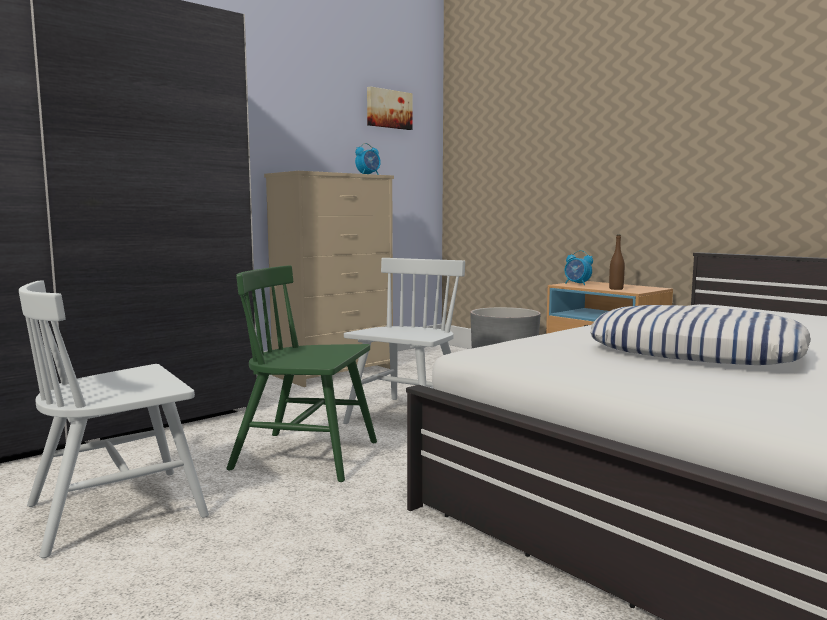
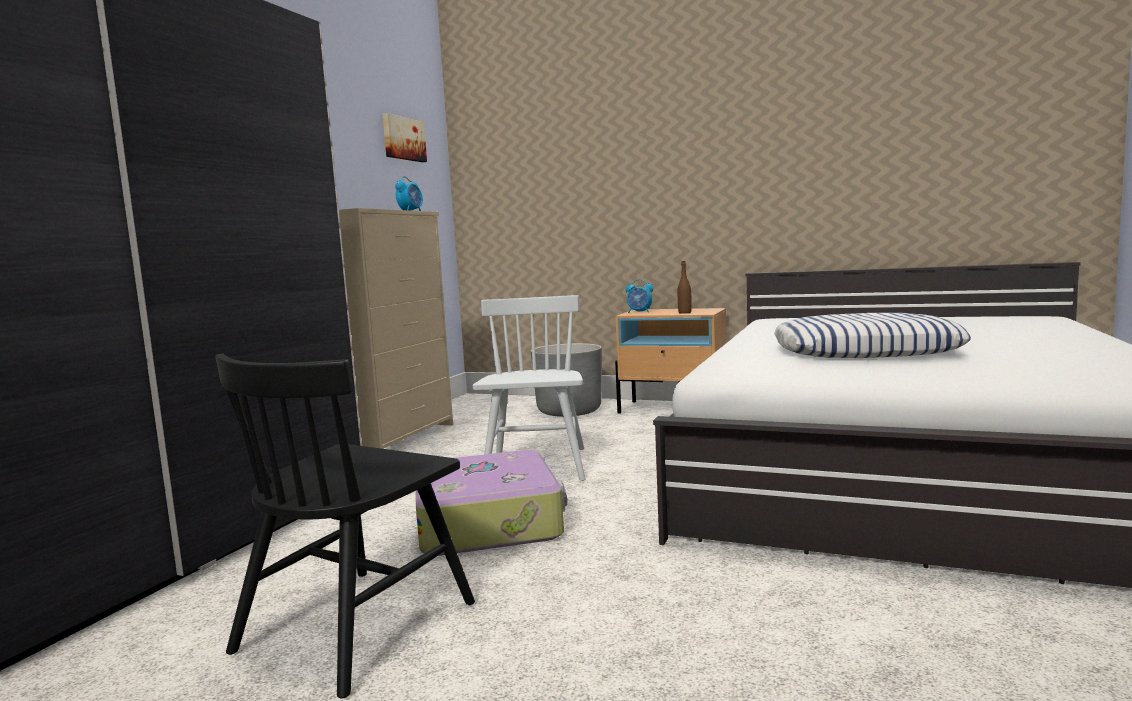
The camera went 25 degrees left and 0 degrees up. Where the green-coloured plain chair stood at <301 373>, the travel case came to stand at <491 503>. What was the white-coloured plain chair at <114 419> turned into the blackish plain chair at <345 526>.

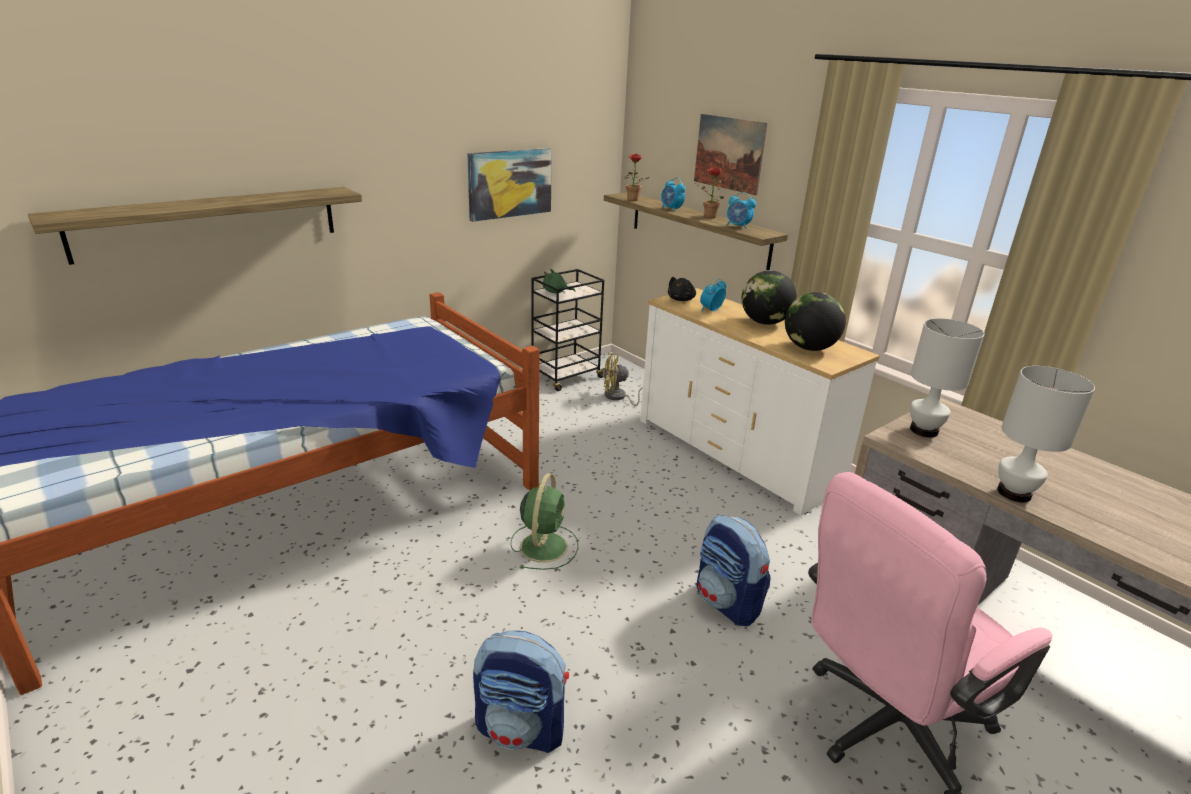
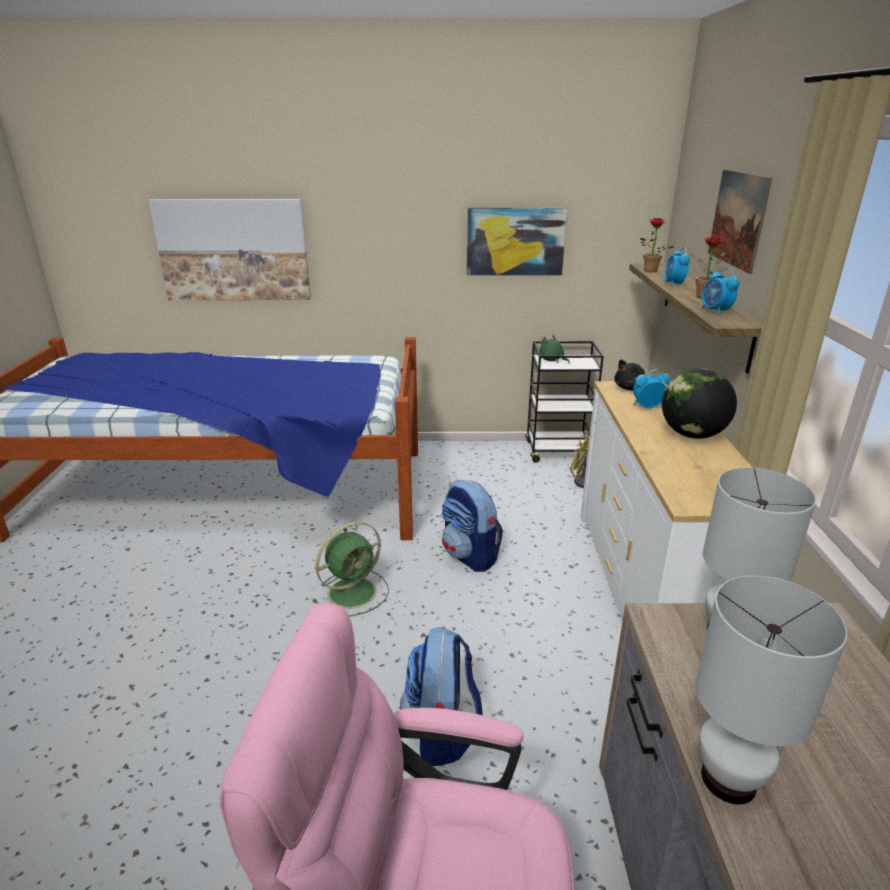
The camera went 40 degrees right and 0 degrees up. The second view lost the world globe at <815 321>. The backpack ended up elsewhere, having gone from <521 692> to <472 526>. Where the wall shelf hung at <195 226>, the wall picture came to hang at <230 249>.

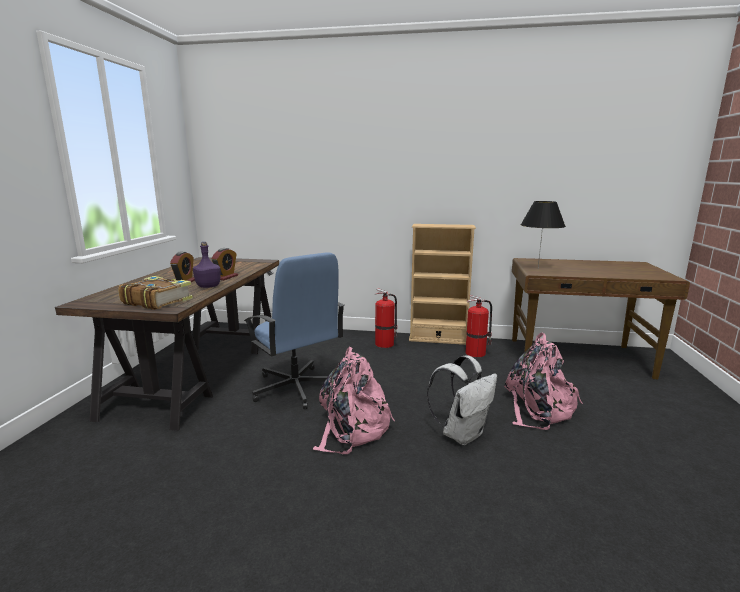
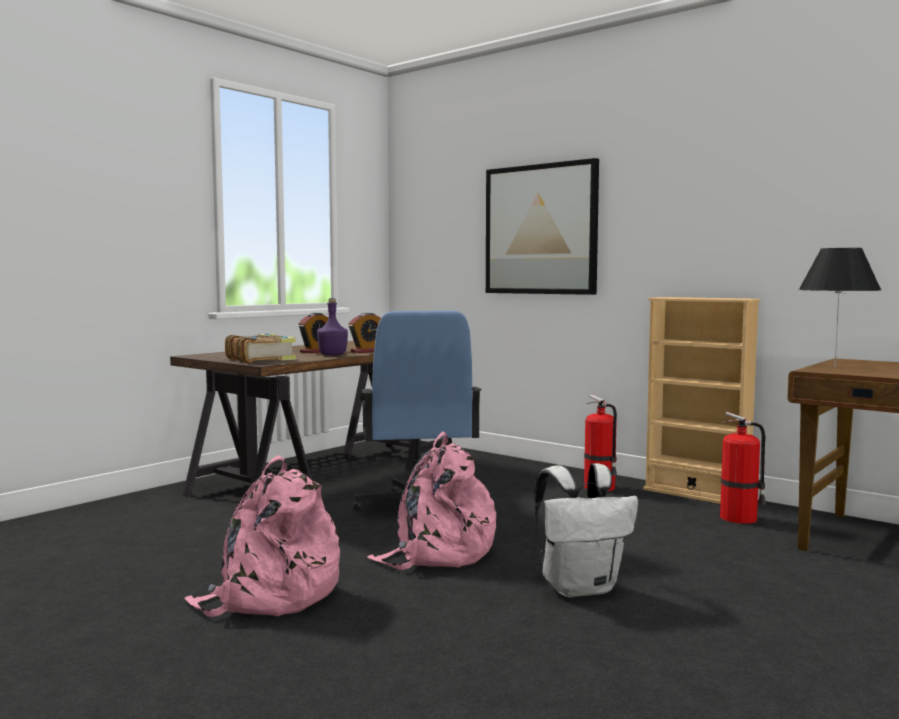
The camera went 30 degrees right and 10 degrees down. The second view gained the wall picture at <542 226>. The pink-coloured backpack ended up elsewhere, having gone from <543 381> to <262 536>.

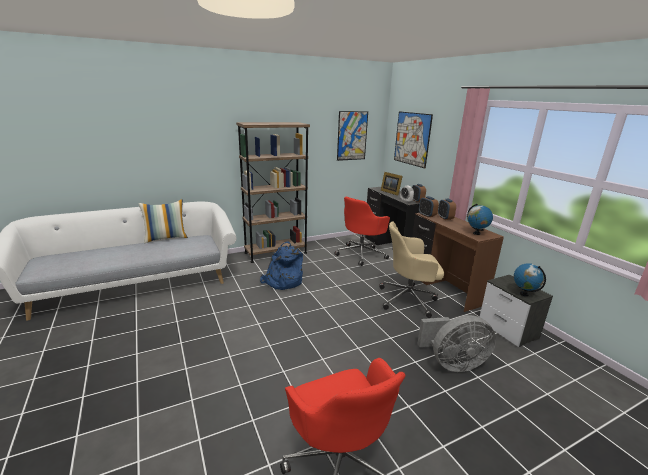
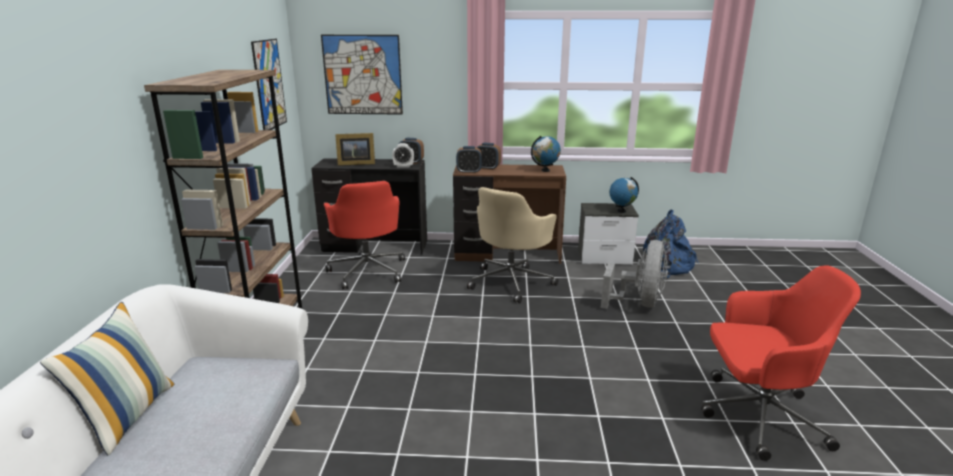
The camera went 60 degrees left and 0 degrees up. The blue backpack ended up elsewhere, having gone from <281 265> to <671 243>.

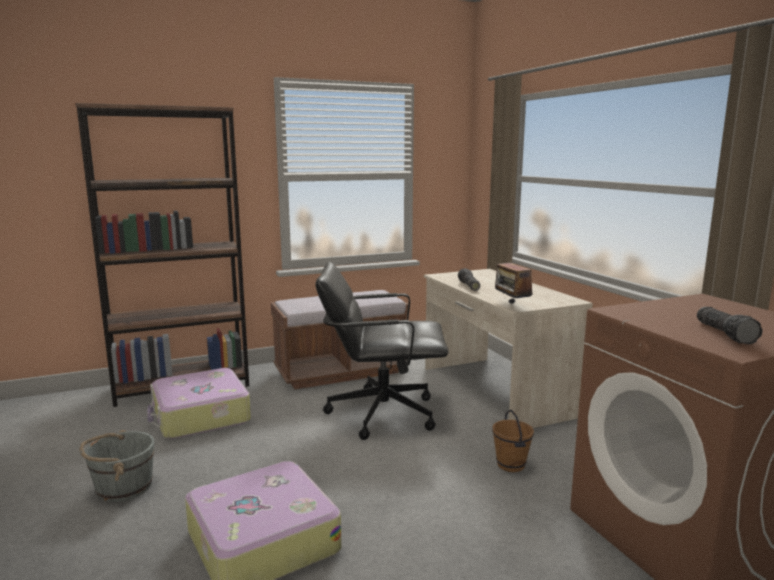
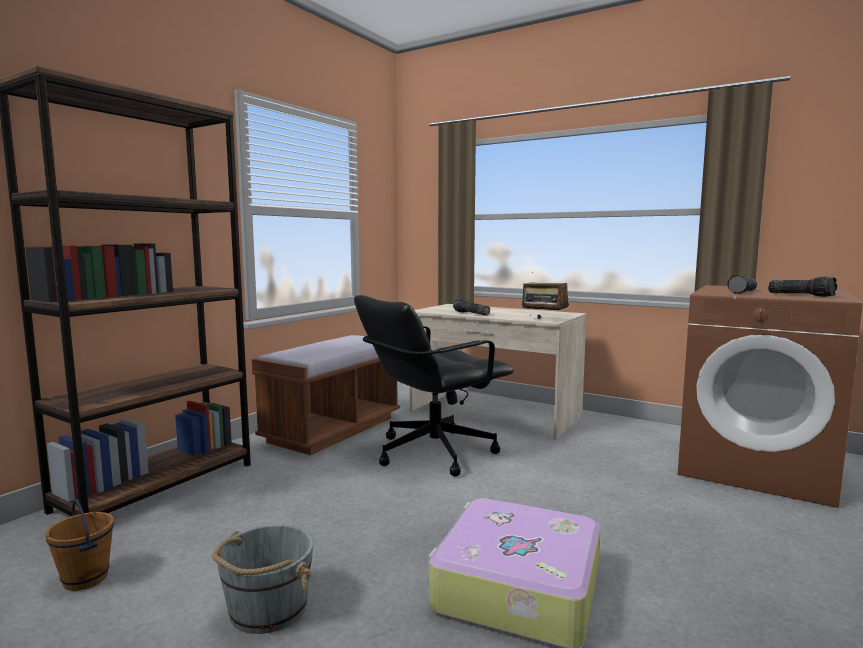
The camera went 35 degrees left and 5 degrees down. The second view lost the travel case at <199 403>. The second view gained the flashlight at <742 284>. The brownish water bucket ended up elsewhere, having gone from <513 441> to <79 545>.

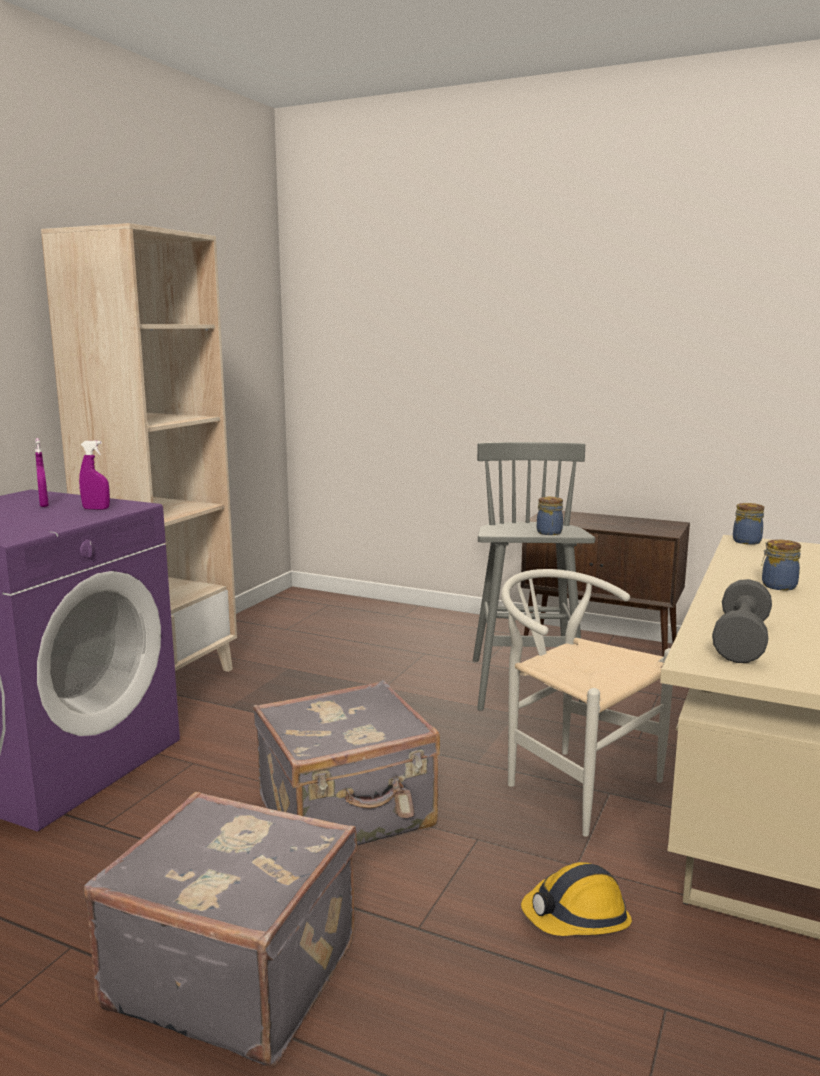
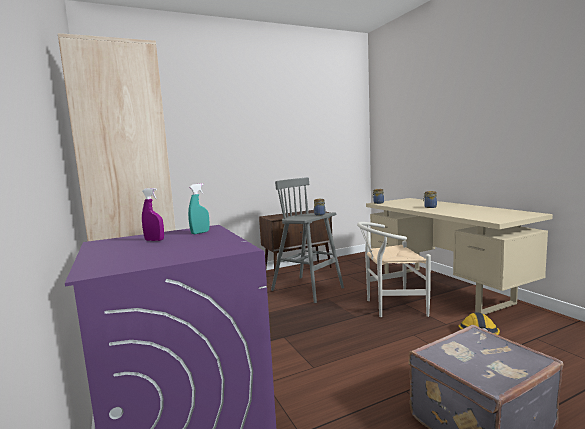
The camera went 50 degrees left and 5 degrees down. The second view lost the gray travel case at <346 763>. The second view lost the gray hand weight at <742 621>. What was the purplish sprayer at <94 475> turned into the turquoise sprayer at <198 208>.

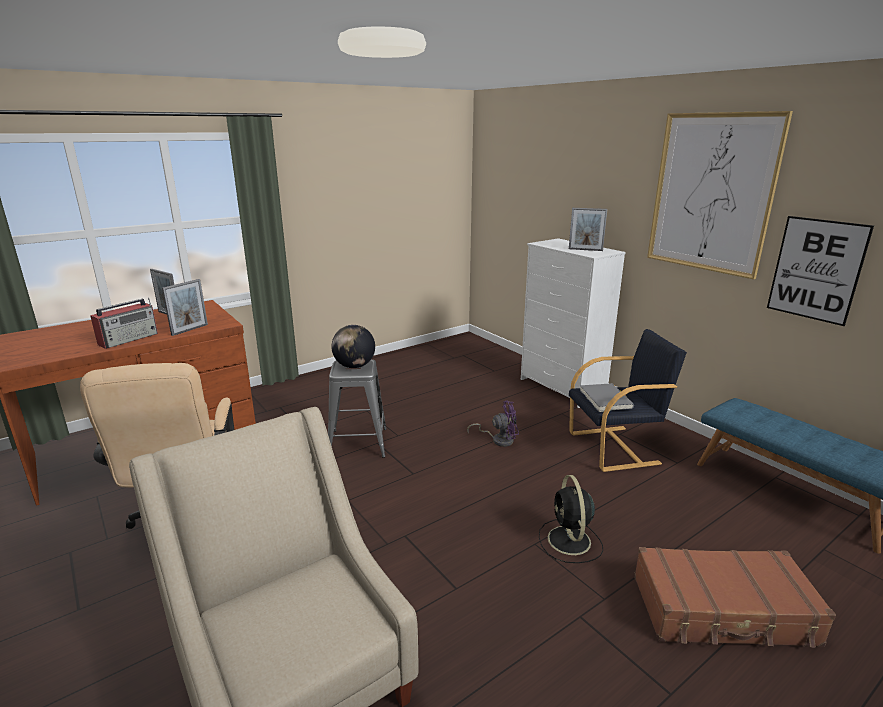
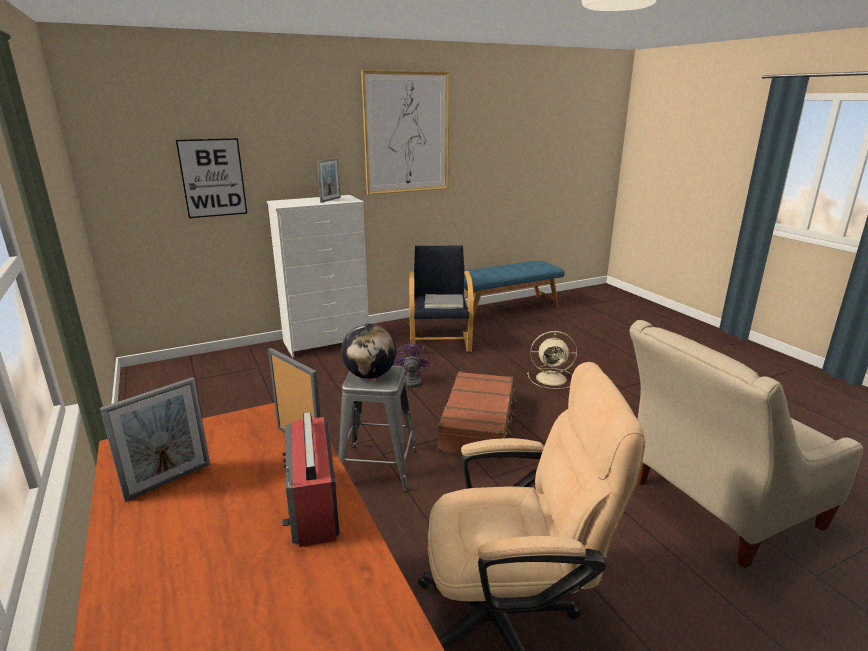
The camera went 80 degrees left and 0 degrees up. The brownish travel case ended up elsewhere, having gone from <735 597> to <477 415>. The wall picture ended up elsewhere, having gone from <820 271> to <211 178>. What was the blackish fan at <571 519> turned into the beige-coloured fan at <552 360>. The radio receiver at <124 323> ended up facing another way, 150 degrees counterclockwise from before.

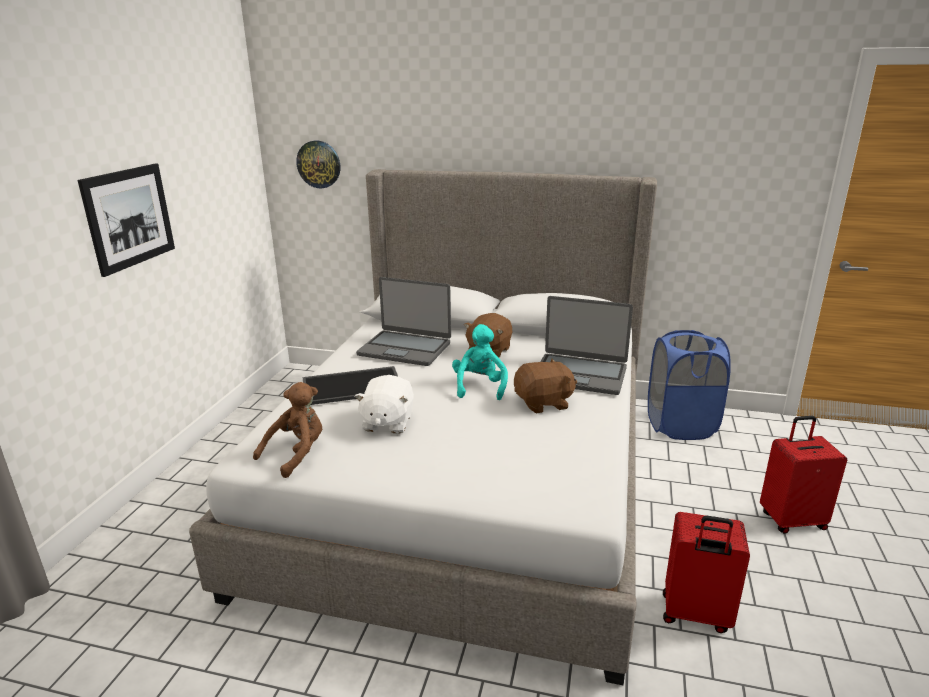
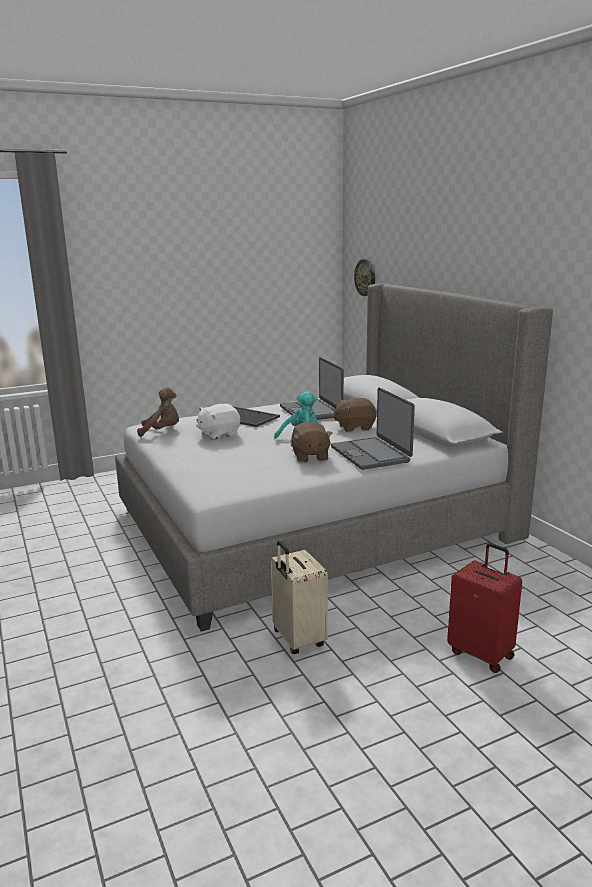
The camera went 50 degrees right and 5 degrees down. The second view lost the wall picture at <126 220>. The second view lost the blue hamper at <689 385>. What was the red-coloured travel case at <706 572> turned into the beige-coloured travel case at <299 597>. The brownish plush toy at <545 386> ended up facing another way, 45 degrees clockwise from before.

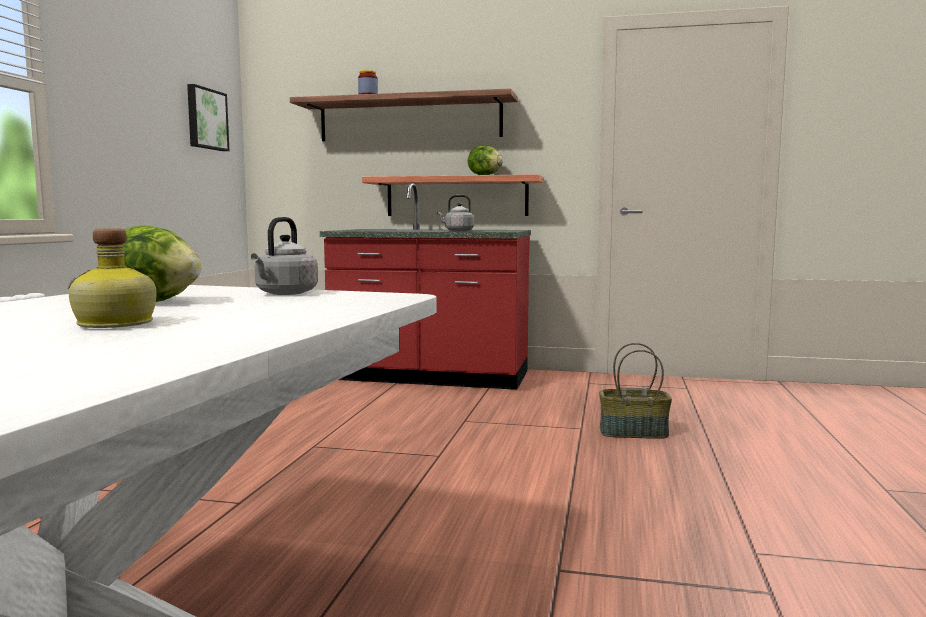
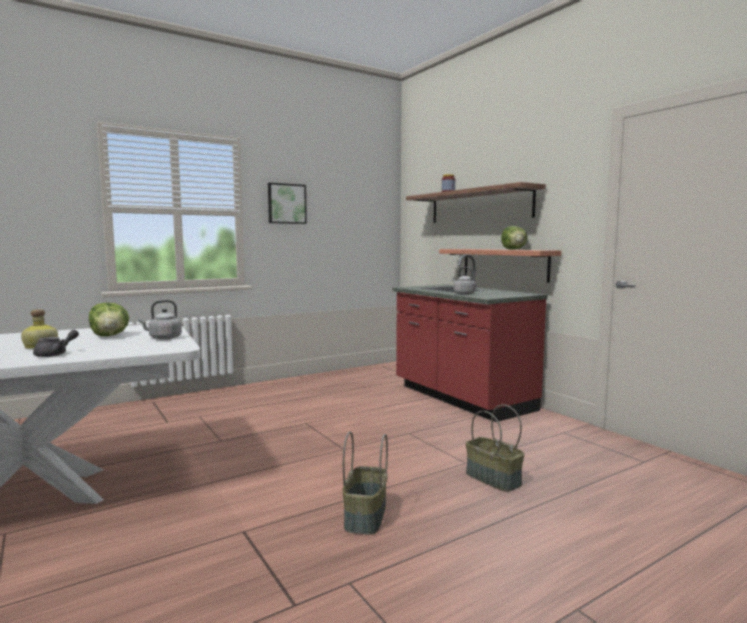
The camera went 45 degrees right and 0 degrees up. The second view gained the gray pot for tea at <56 343>. The second view gained the storage basket at <365 483>. The wall picture ended up elsewhere, having gone from <208 117> to <287 203>.

